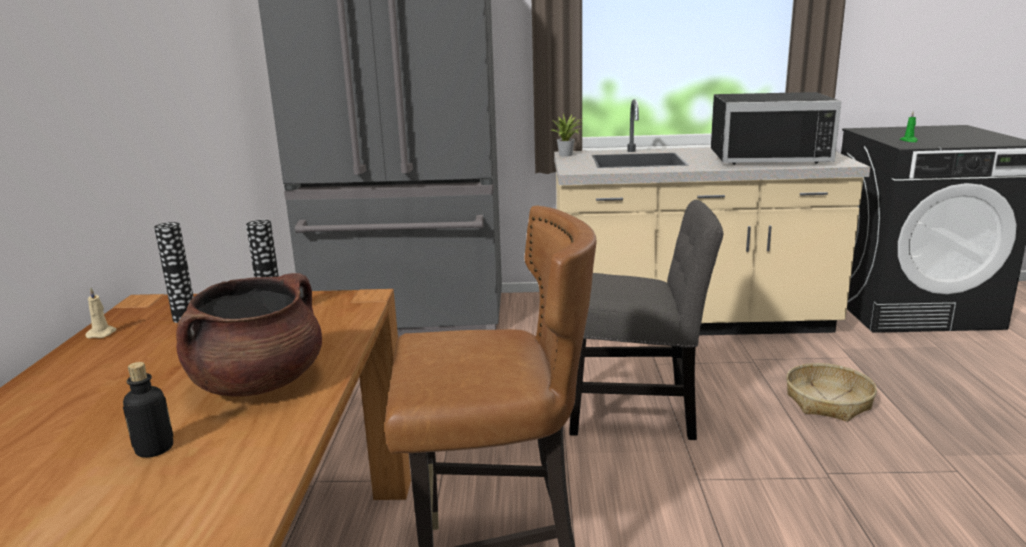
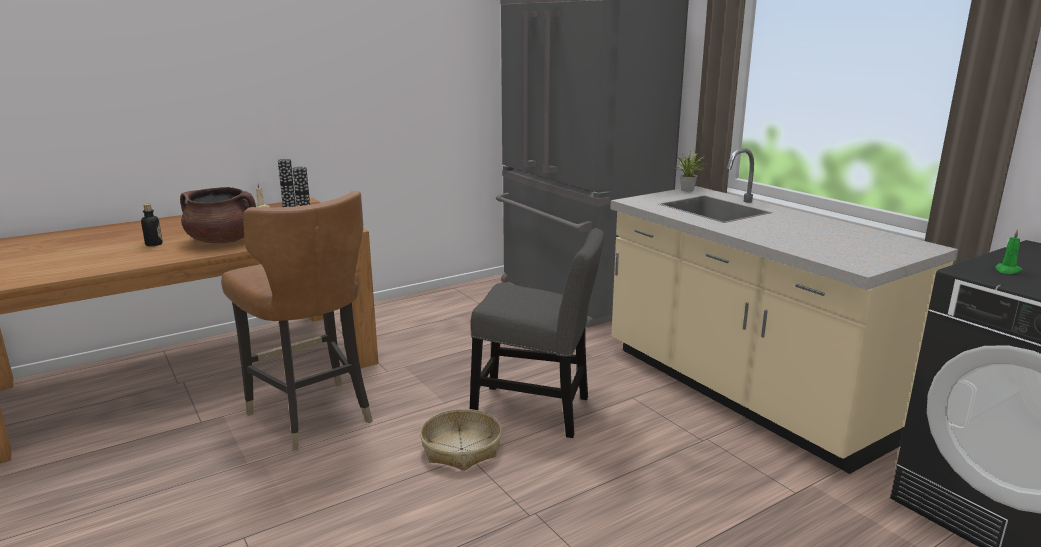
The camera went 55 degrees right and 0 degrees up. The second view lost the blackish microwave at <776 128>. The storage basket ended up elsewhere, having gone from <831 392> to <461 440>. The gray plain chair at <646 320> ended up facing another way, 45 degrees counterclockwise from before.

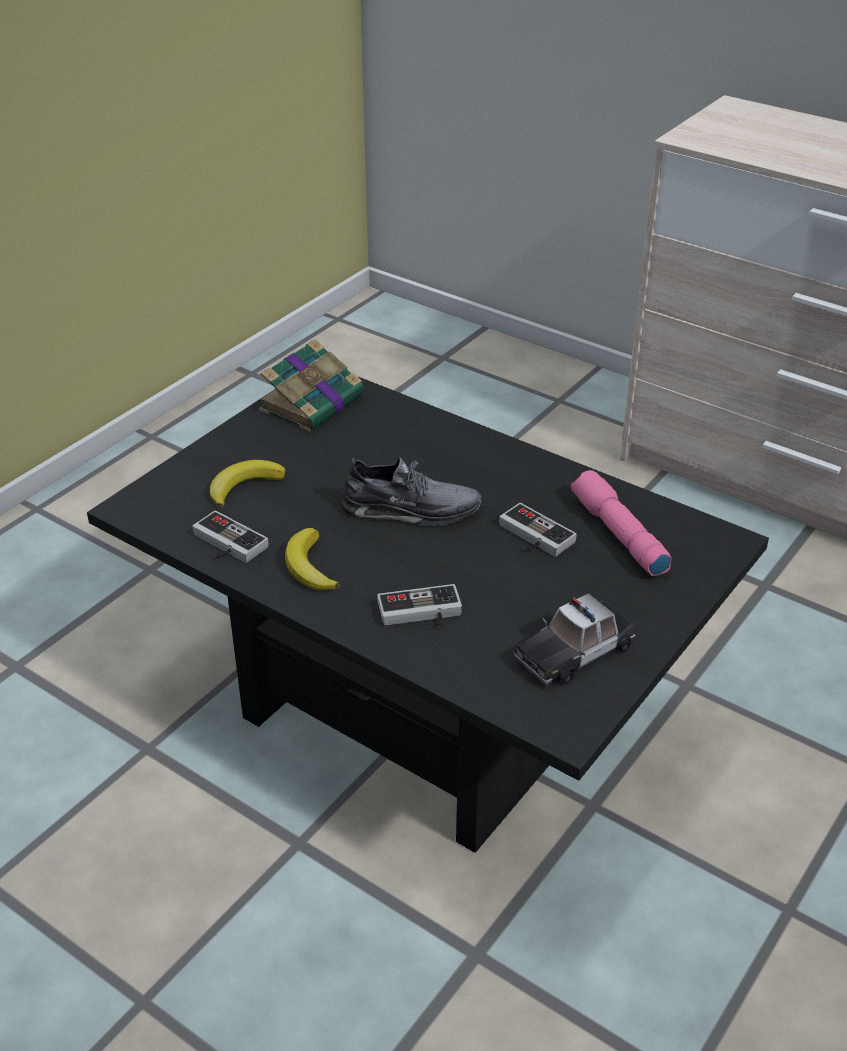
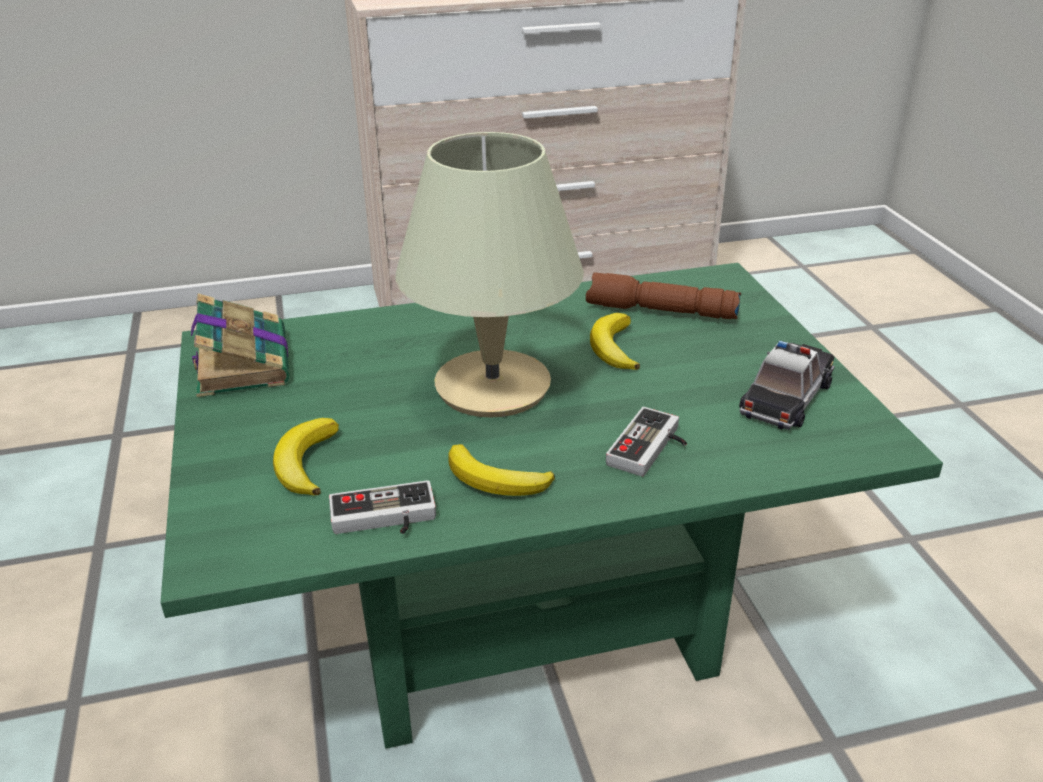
The camera went 50 degrees left and 5 degrees down. Where the gray low shoe stood at <410 491>, the beige-coloured table lamp came to stand at <489 275>. Where the joypad stood at <538 530>, the whole banana came to stand at <615 341>. What was the blackish lounge table at <428 614> turned into the green-coloured lounge table at <552 506>. What was the pink-coloured flashlight at <621 523> turned into the brownish flashlight at <663 295>. The miniature car at <575 639> ended up facing another way, 150 degrees counterclockwise from before.

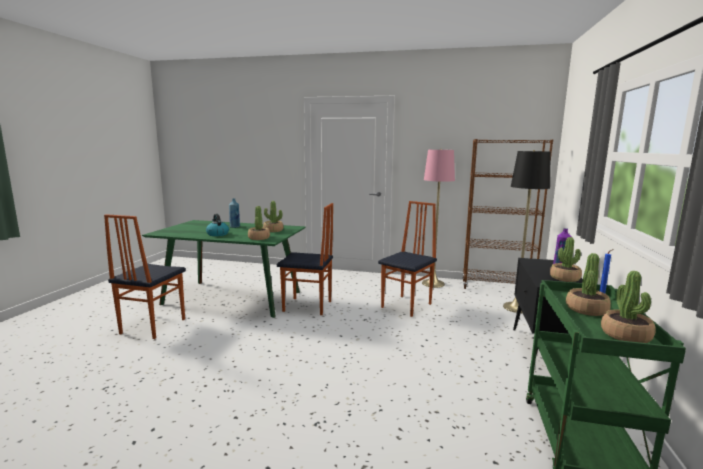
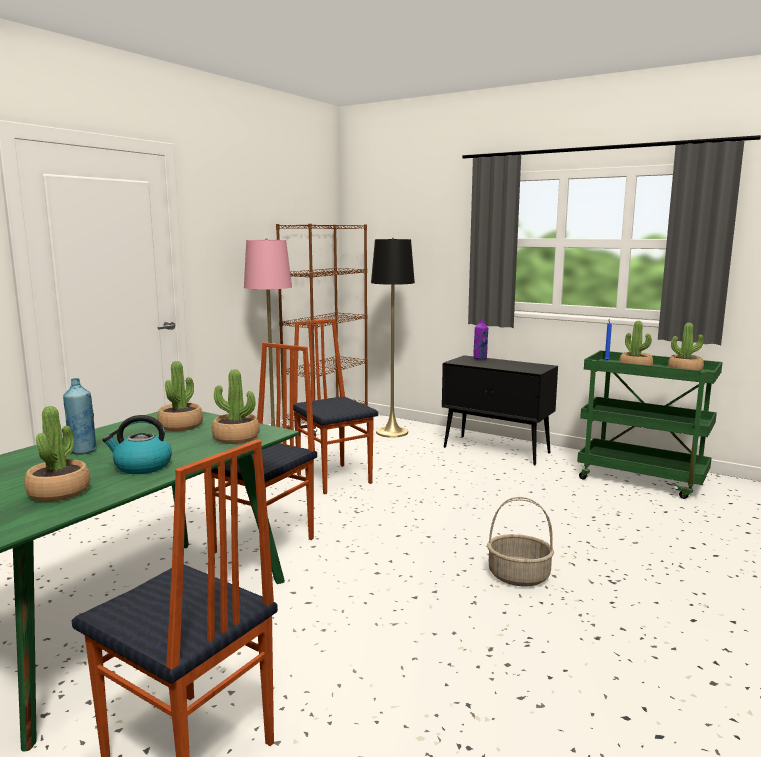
The camera went 70 degrees left and 0 degrees up. The second view gained the storage basket at <520 542>. The potted plant ended up elsewhere, having gone from <566 259> to <57 454>.

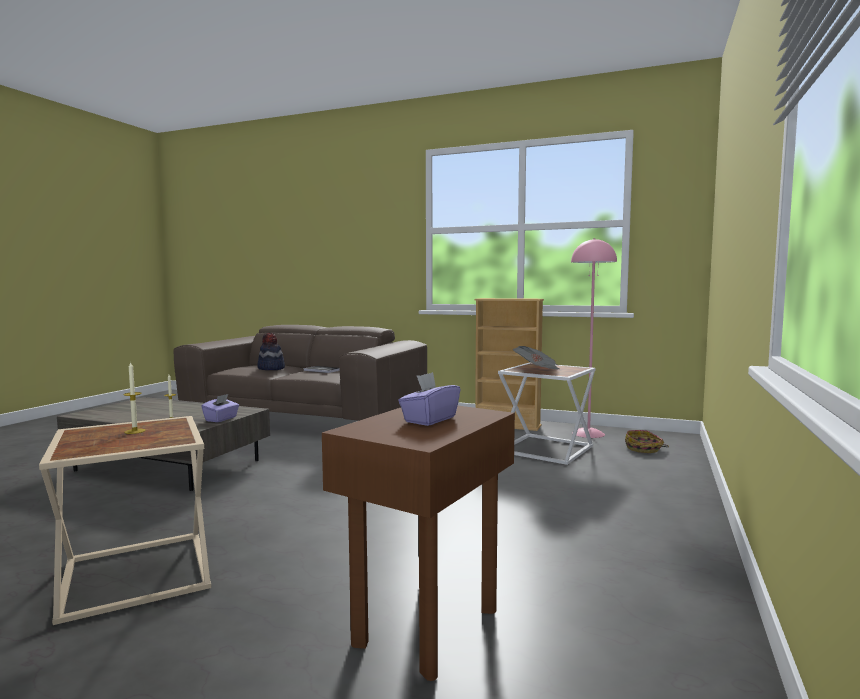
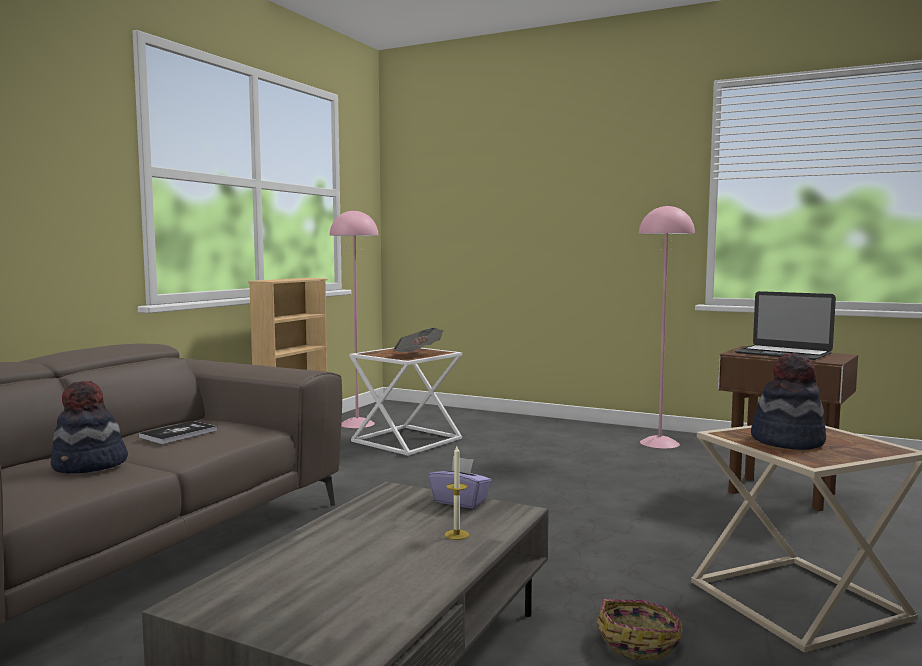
The camera went 85 degrees left and 0 degrees up. The second view gained the pink-coloured floor lamp at <667 327>. The storage basket ended up elsewhere, having gone from <647 441> to <639 630>. Where the wax light stood at <134 397>, the wearable hat came to stand at <788 401>. Where the purplish tissue box stood at <429 399>, the notebook computer came to stand at <785 325>.

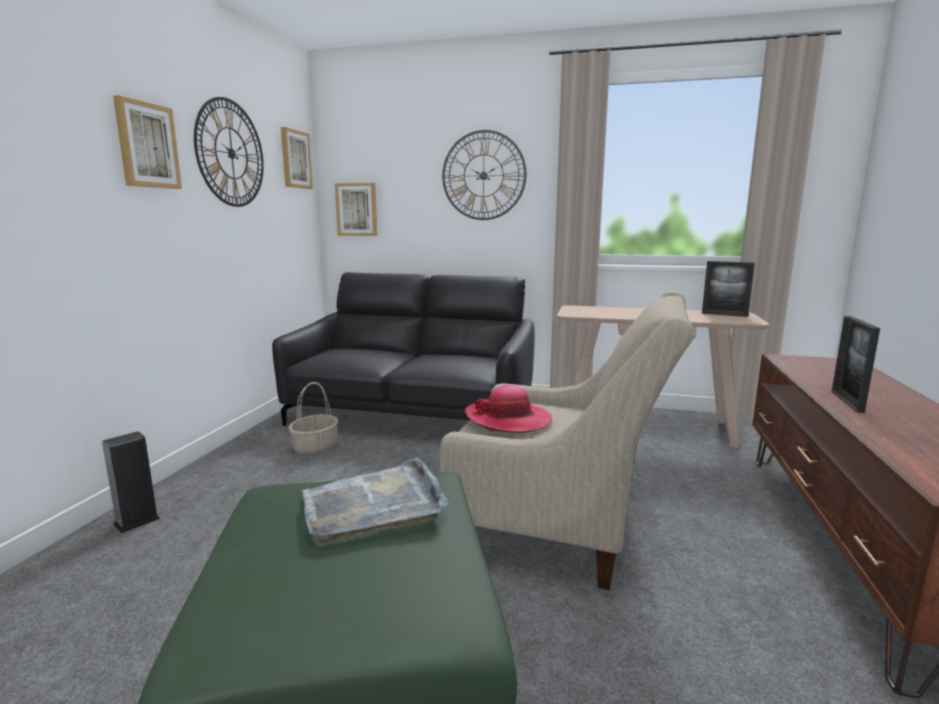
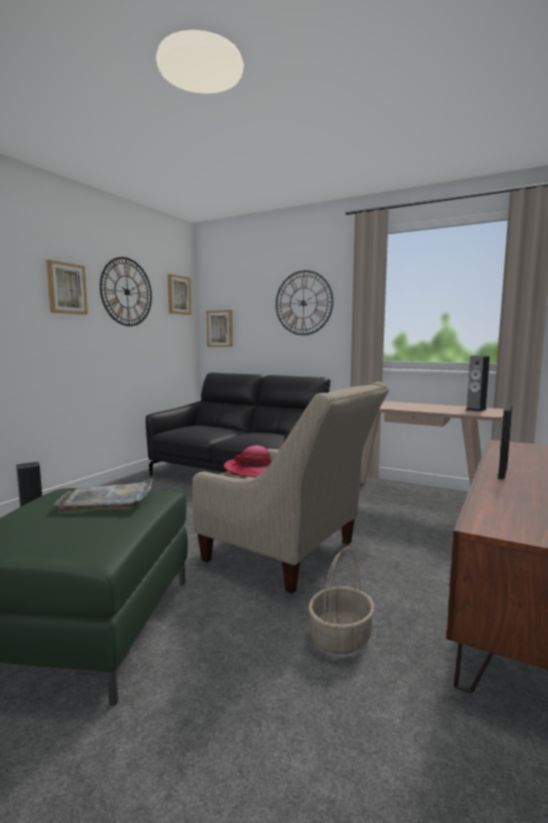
The camera went 15 degrees right and 5 degrees down. The storage basket ended up elsewhere, having gone from <313 418> to <341 600>. Where the photo frame stood at <728 289>, the audio speaker came to stand at <478 383>.

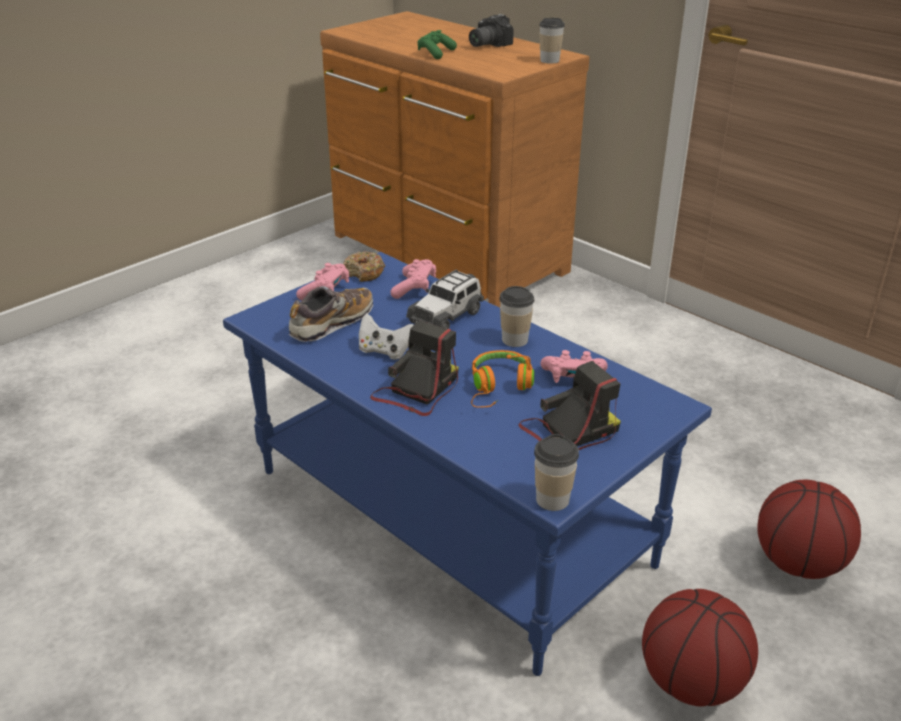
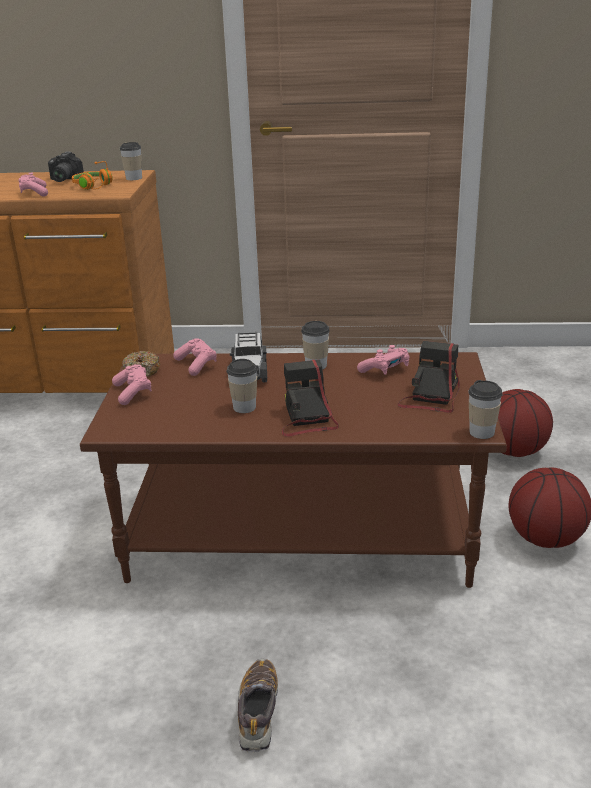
The camera went 40 degrees left and 5 degrees down. The low shoe ended up elsewhere, having gone from <331 314> to <258 705>. The orange-coloured pair of headphones ended up elsewhere, having gone from <502 379> to <92 175>. Where the white-coloured joypad stood at <386 337>, the cup came to stand at <242 386>. What was the blue lounge table at <467 464> turned into the brownish lounge table at <293 470>. What was the green-coloured joypad at <437 44> turned into the pink-coloured joypad at <33 185>.

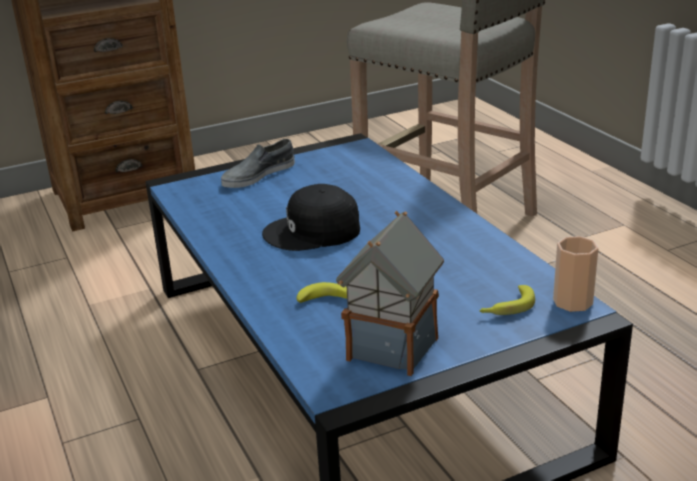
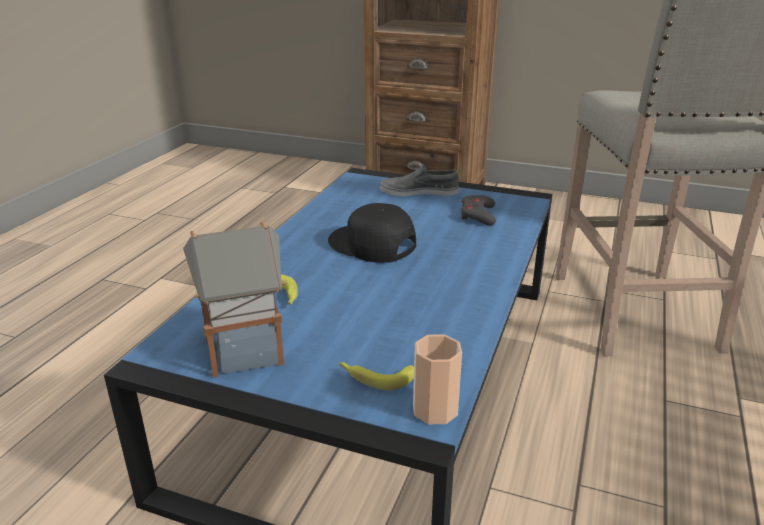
The camera went 45 degrees right and 0 degrees up. The second view gained the gray joypad at <478 210>.

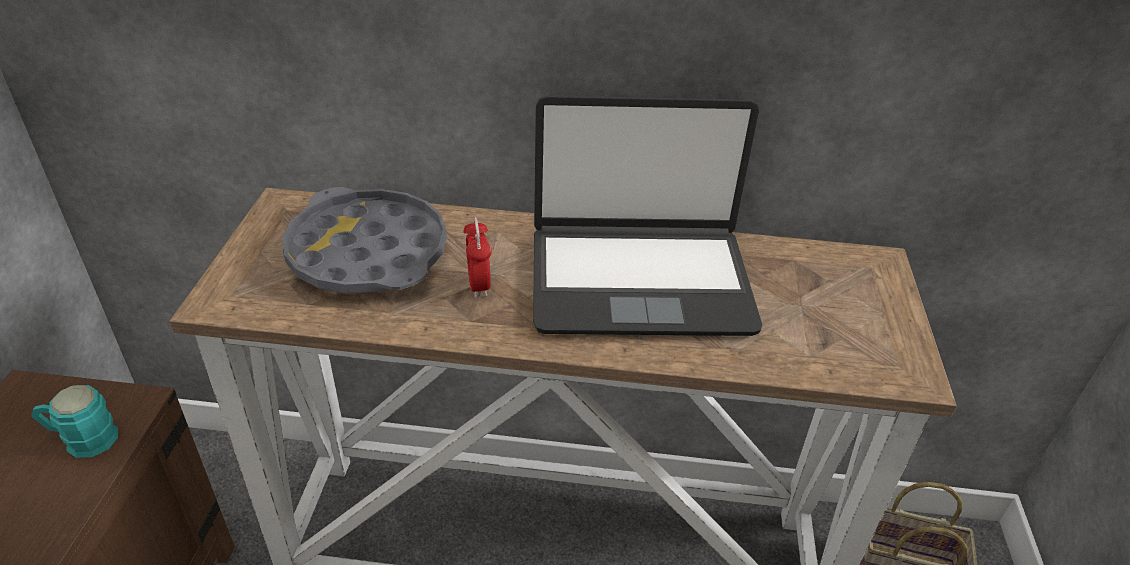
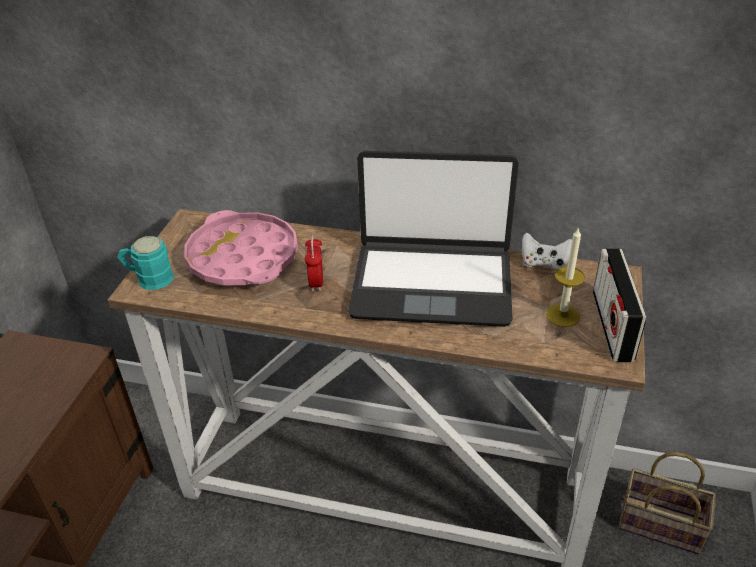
The camera went 10 degrees right and 0 degrees up. The second view gained the white-coloured joypad at <547 251>. The second view gained the wax light at <565 277>. The second view gained the radio receiver at <619 305>. The turquoise tea mug ended up elsewhere, having gone from <74 421> to <145 263>. What was the gray carrying tray at <364 240> turned into the pink-coloured carrying tray at <241 248>.

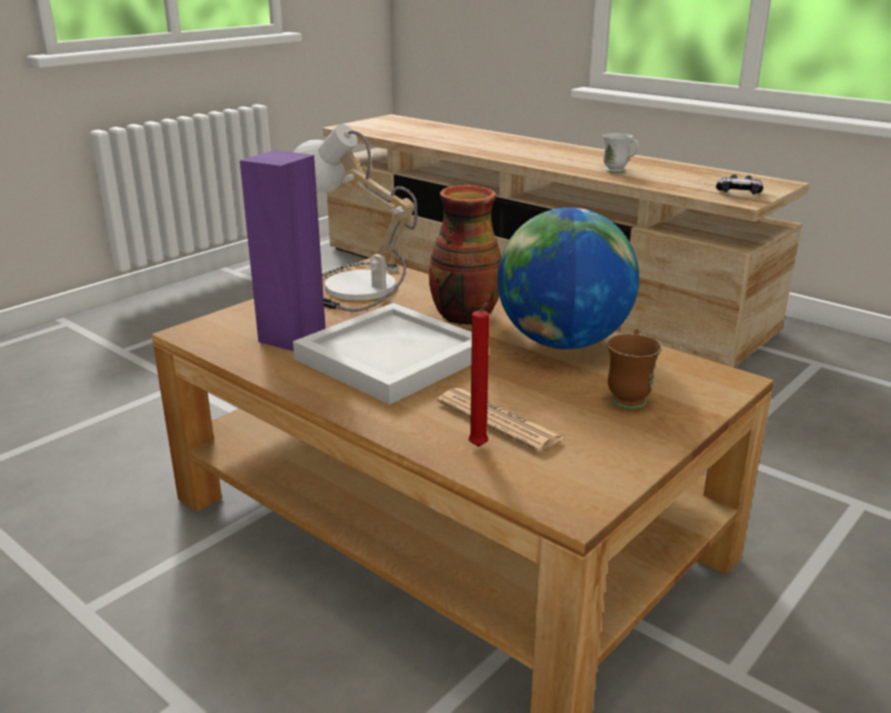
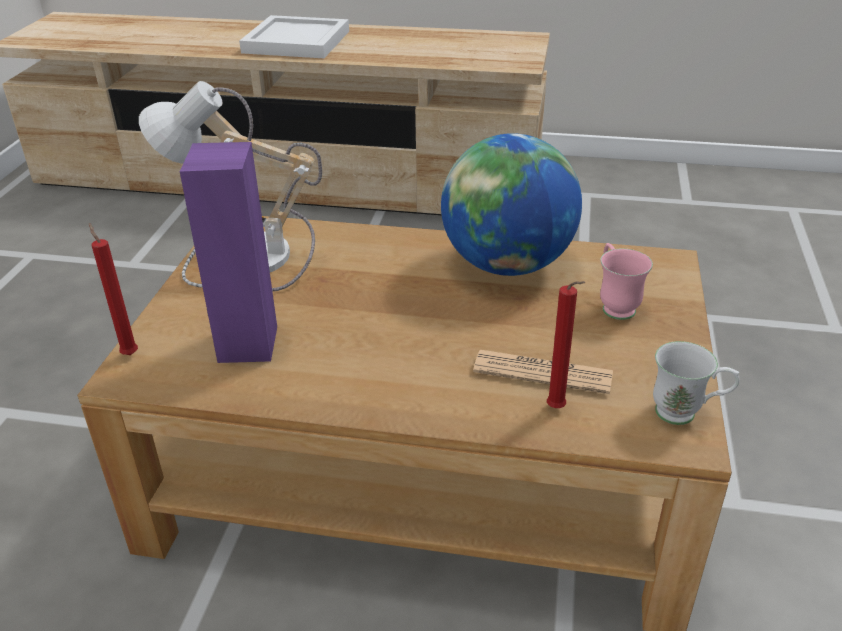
The camera went 30 degrees left and 10 degrees up. The second view lost the vase at <465 255>. The second view lost the joypad at <739 184>. The second view gained the red-coloured wax light at <113 289>. The white-coloured carrying tray ended up elsewhere, having gone from <391 354> to <294 36>. The white-coloured tea mug ended up elsewhere, having gone from <621 153> to <696 383>. What was the brownish tea mug at <634 368> turned into the pink-coloured tea mug at <626 281>.

